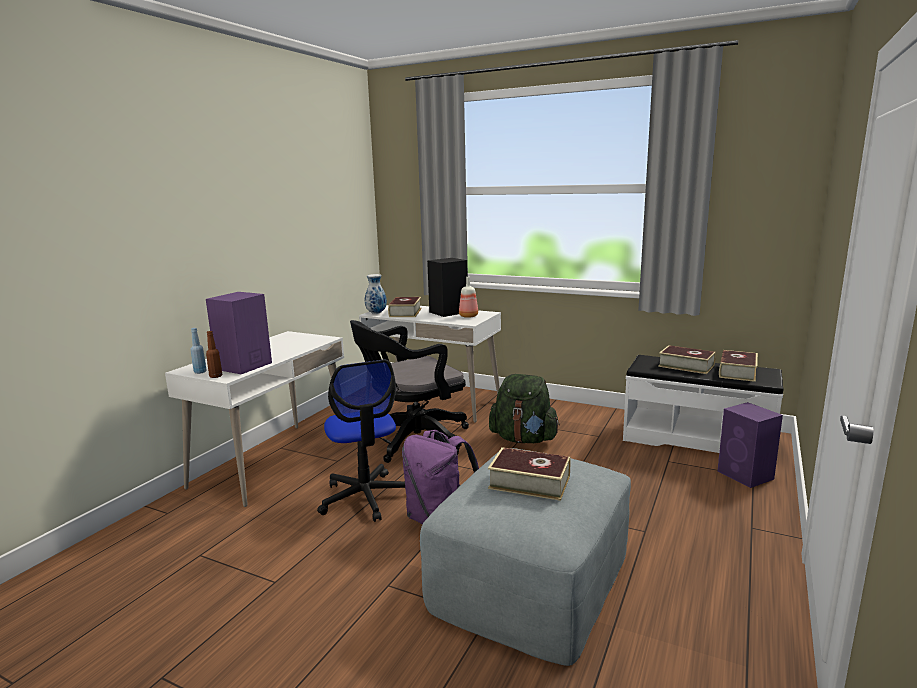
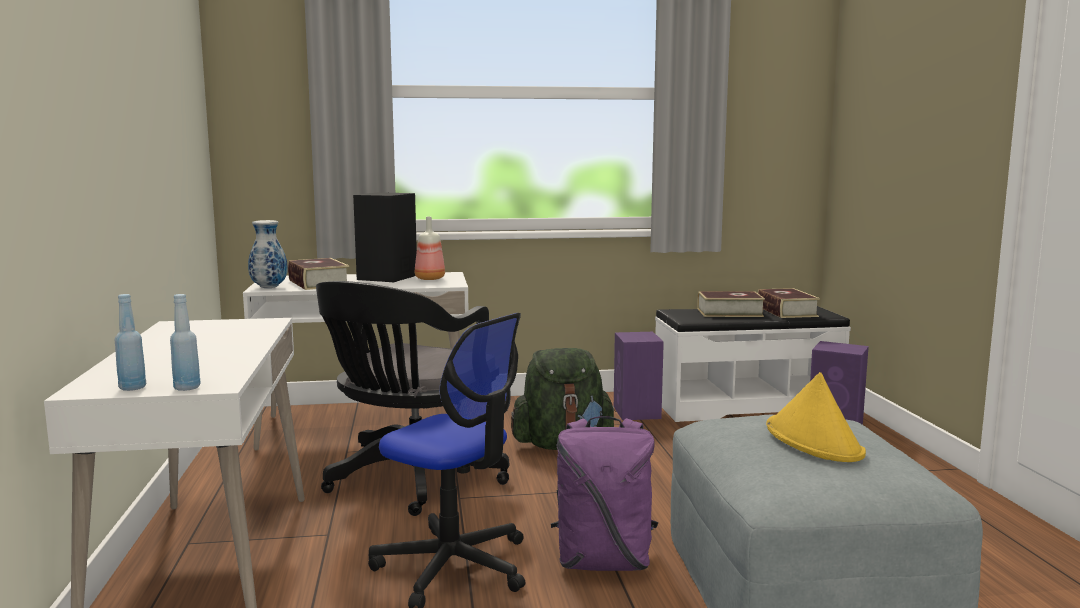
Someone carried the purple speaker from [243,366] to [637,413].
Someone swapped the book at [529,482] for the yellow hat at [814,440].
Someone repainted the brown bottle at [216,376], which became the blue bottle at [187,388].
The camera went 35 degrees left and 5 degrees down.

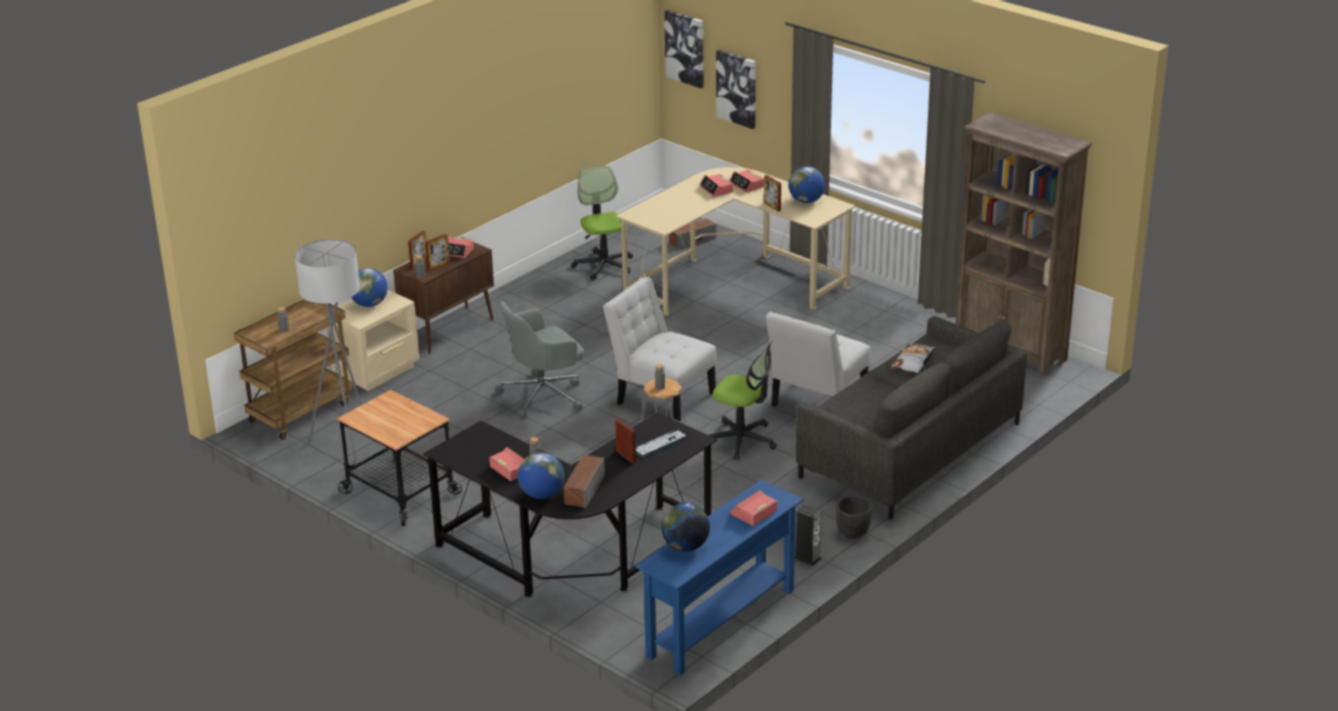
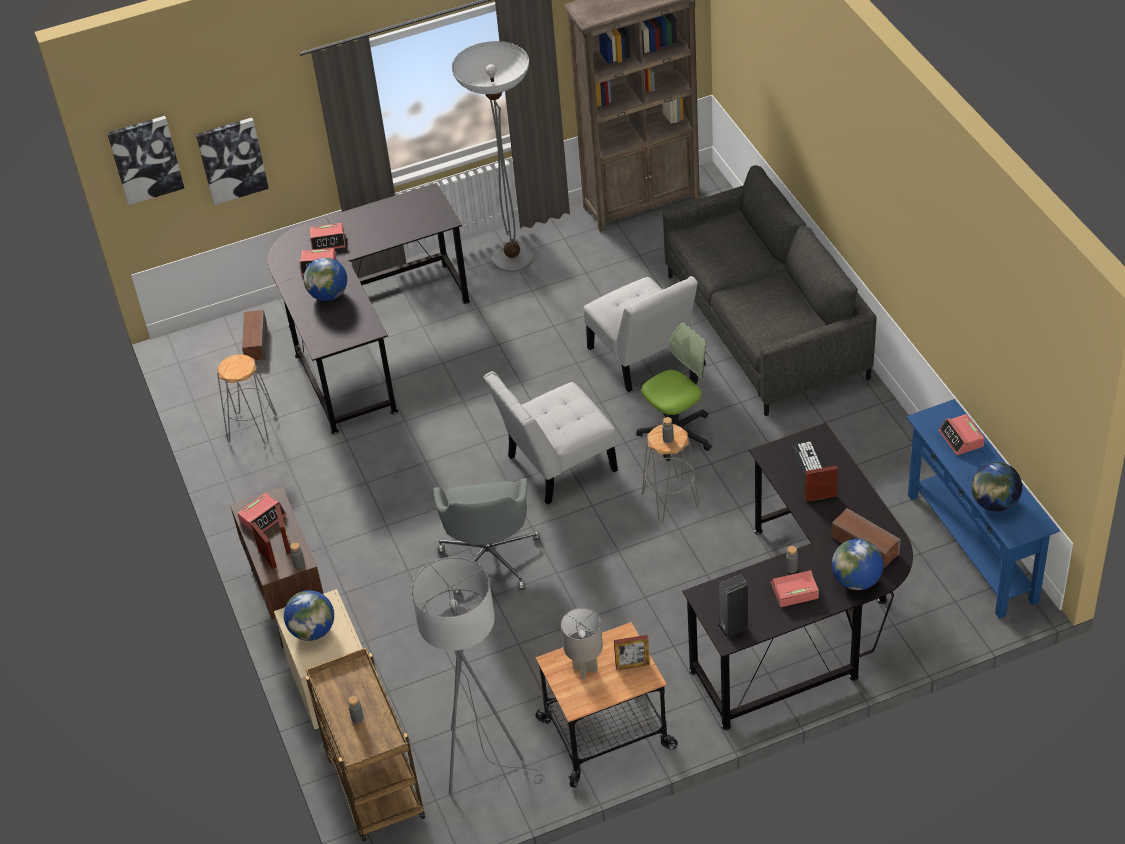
Someone took away the black planter at [852,533].
Someone took away the pillow at [913,362].
Someone put down the floor lamp at [512,258].
Someone put down the grey table lamp at [585,669].
Someone carried the picture frame from [772,206] to [632,665].
Someone carried the globe from [806,201] to [328,295].
Someone carried the speaker from [807,558] to [733,626].
Someone swapped the office chair at [604,266] for the grey stool at [252,428].
Someone repainted the beige desk at [733,280], which became the black desk at [365,339].
The camera went 60 degrees left and 15 degrees up.

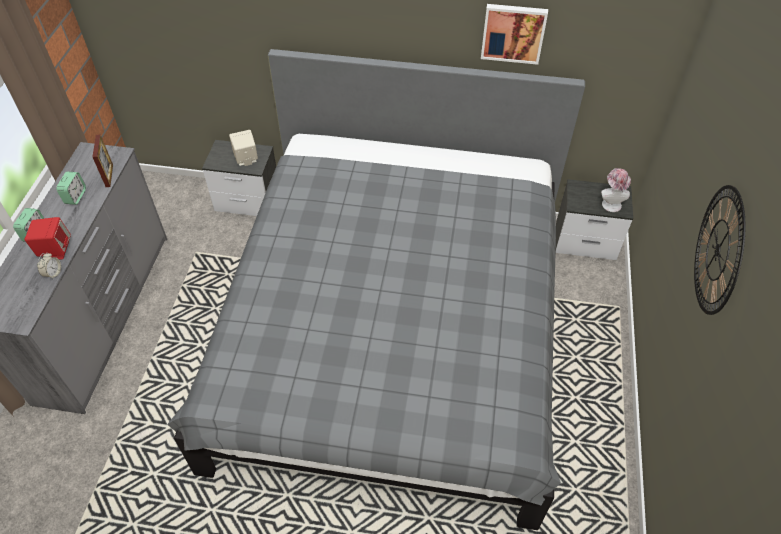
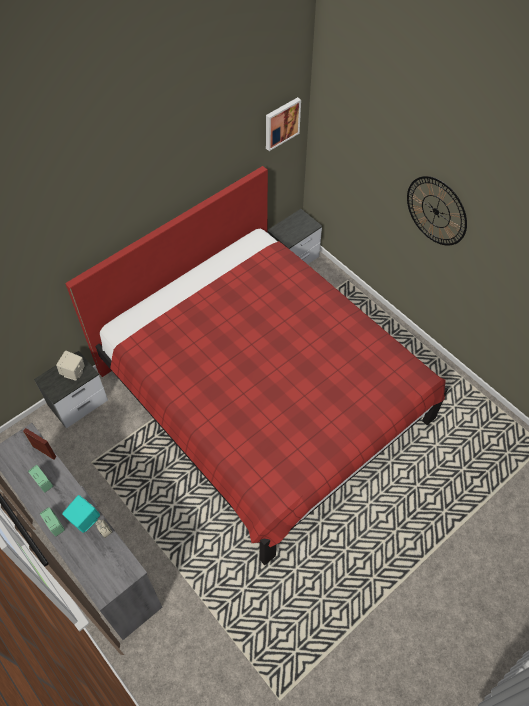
Someone took away the hat at [610,203].
Someone carried the picture from [513,32] to [281,123].
Someone repainted the red speaker at [55,250], which became the turquoise speaker at [84,520].
Someone repainted the grey bed at [392,334], which became the red bed at [264,396].
The camera went 50 degrees left and 5 degrees up.

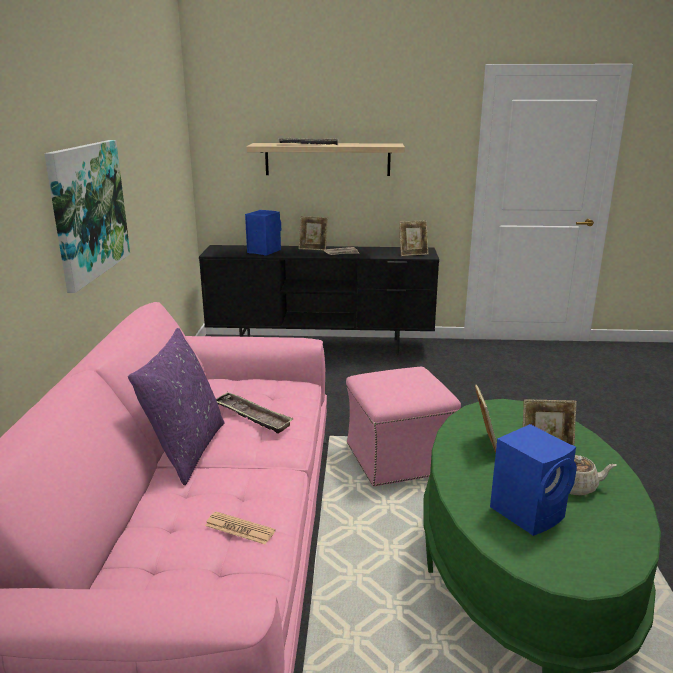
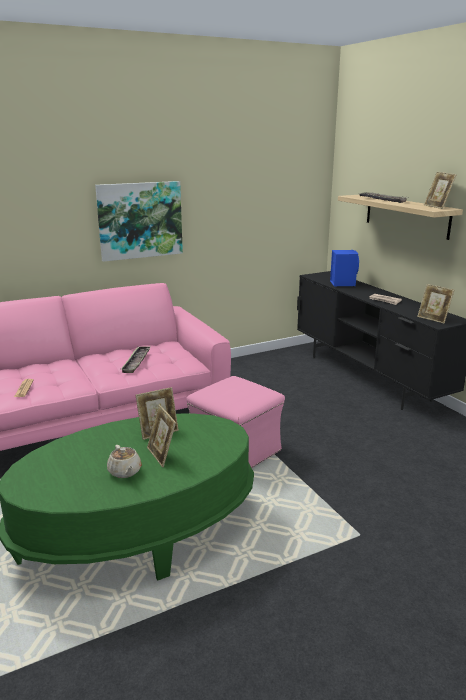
Someone took away the purple pillow at [186,450].
Someone took away the blue speaker at [529,512].
Someone carried the picture frame from [313,248] to [437,207].
The camera went 60 degrees right and 0 degrees up.

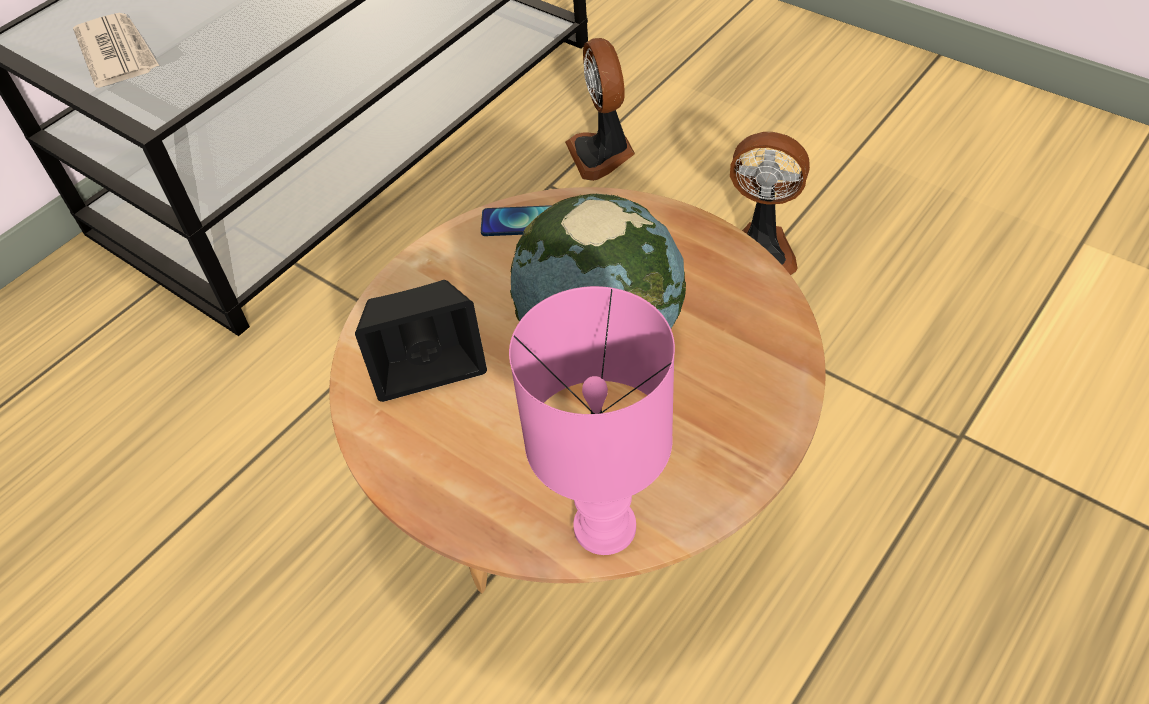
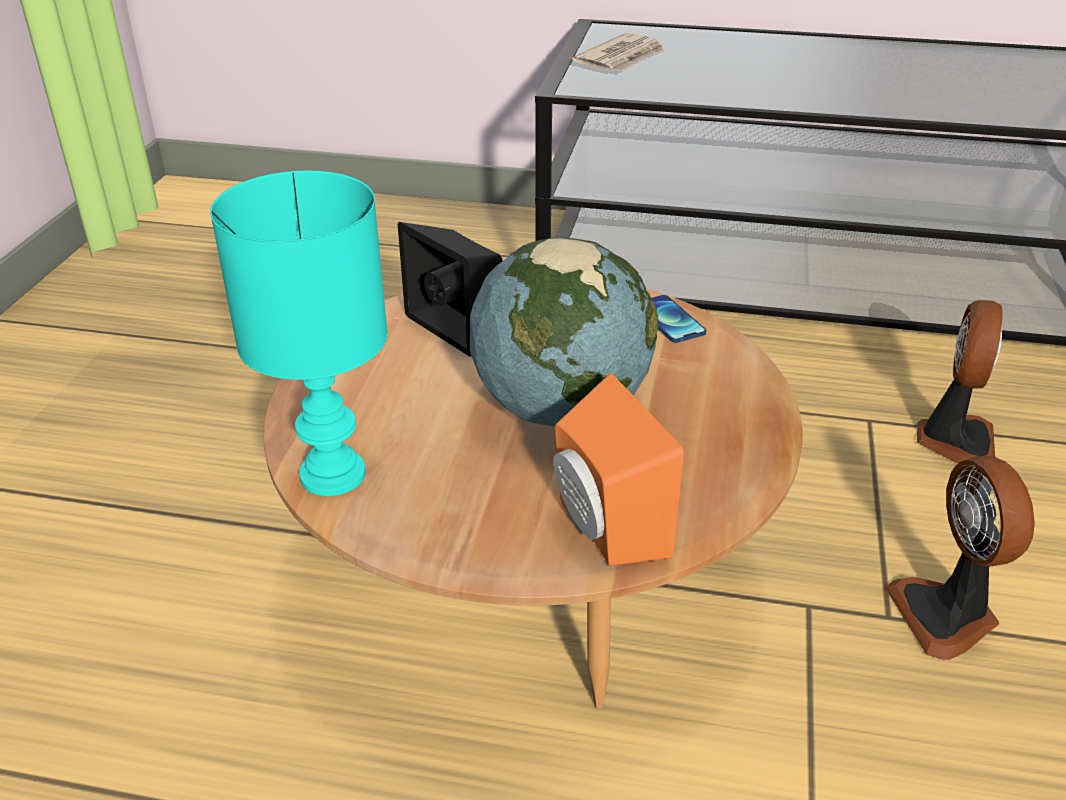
Someone put down the orange speaker at [602,528].
Someone repainted the pink table lamp at [602,525], which became the turquoise table lamp at [334,473].
Someone rotated the fan at [602,154] by 150 degrees clockwise.
The camera went 60 degrees right and 15 degrees down.

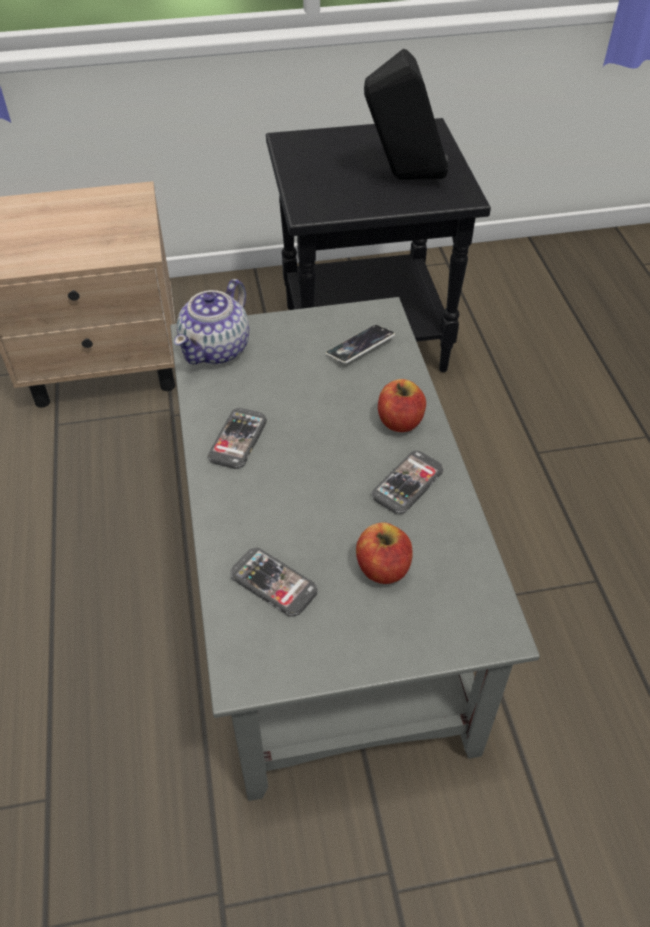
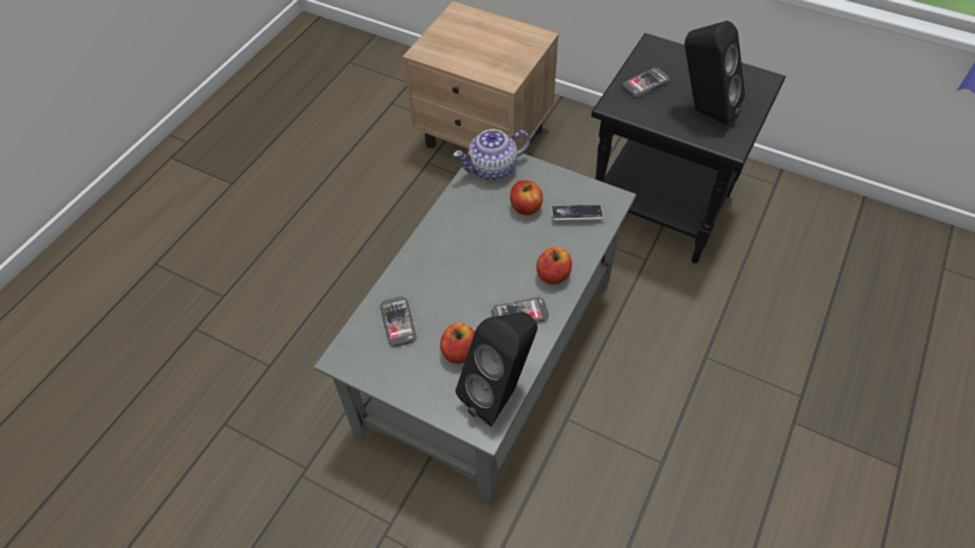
Someone put down the black speaker at [500,393].
Someone put down the apple at [525,207].
Someone carried the phone from [238,440] to [645,84].
The camera went 40 degrees right and 5 degrees up.

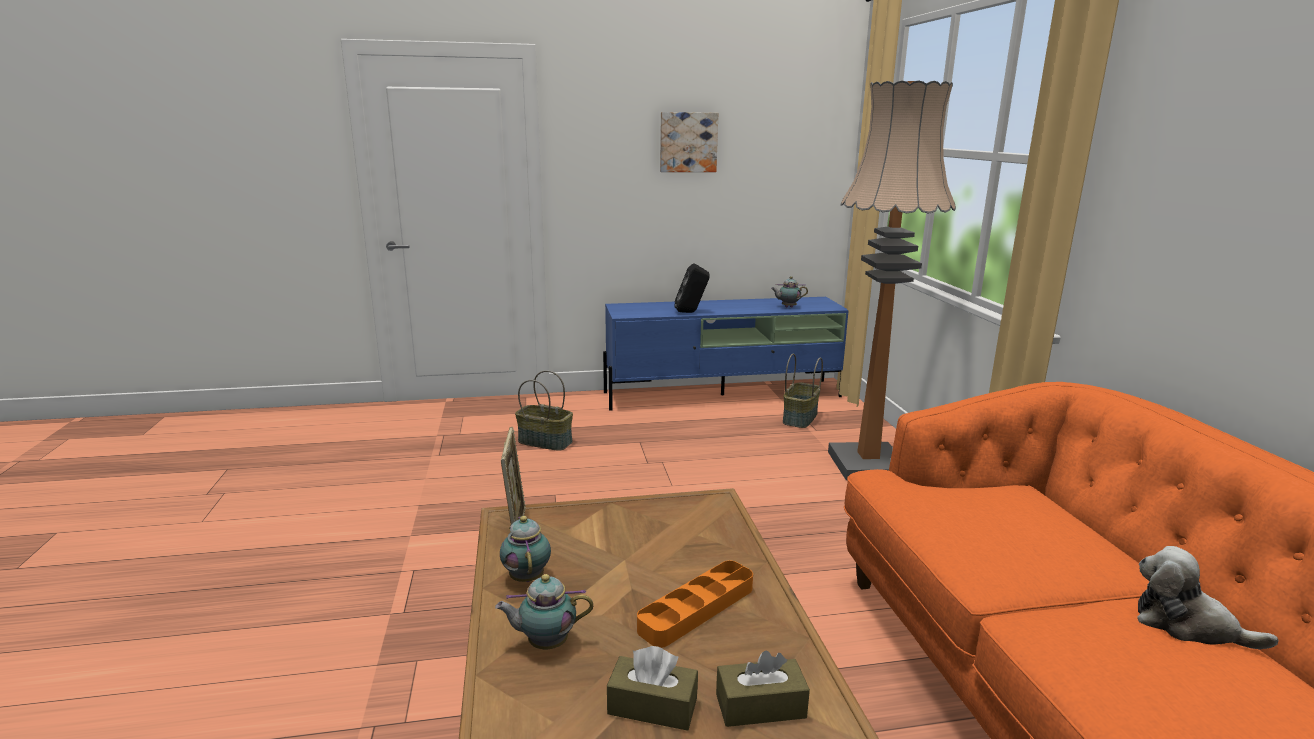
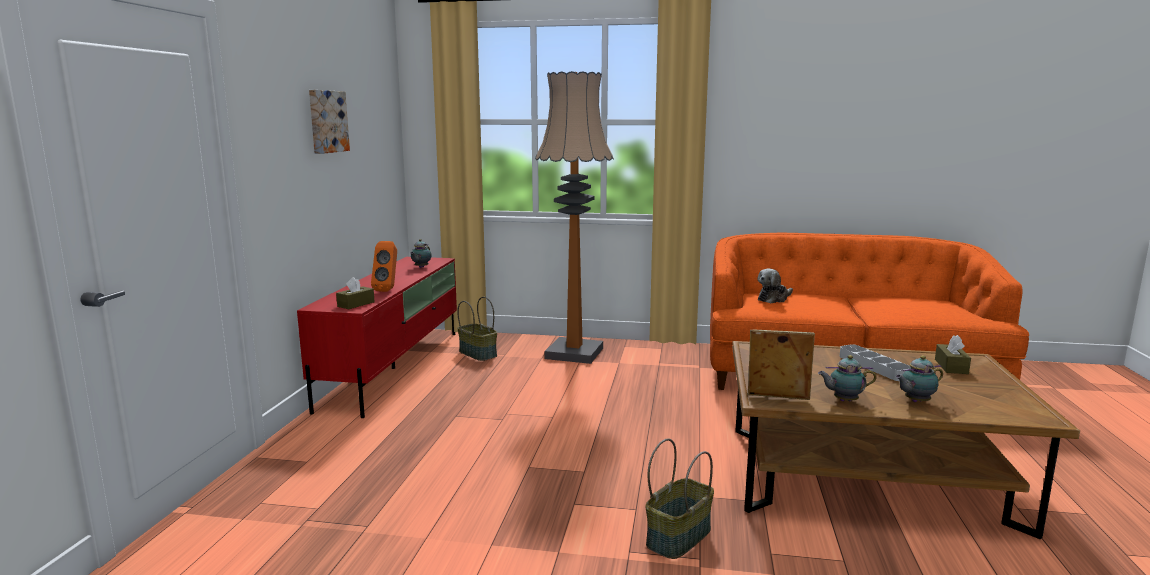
Someone carried the basket from [546,441] to [678,536].
Someone carried the brown tissue box from [652,706] to [356,304].
Someone carried the plush toy from [1187,626] to [773,299].
Someone repainted the blue tv stand at [724,394], which became the red tv stand at [394,367].
Someone repainted the orange tray at [697,608], which became the grey tray at [874,366].
Someone repainted the black speaker at [691,312], which became the orange speaker at [388,290].
Someone rotated the teapot at [545,643] by 60 degrees clockwise.
The camera went 70 degrees left and 5 degrees down.

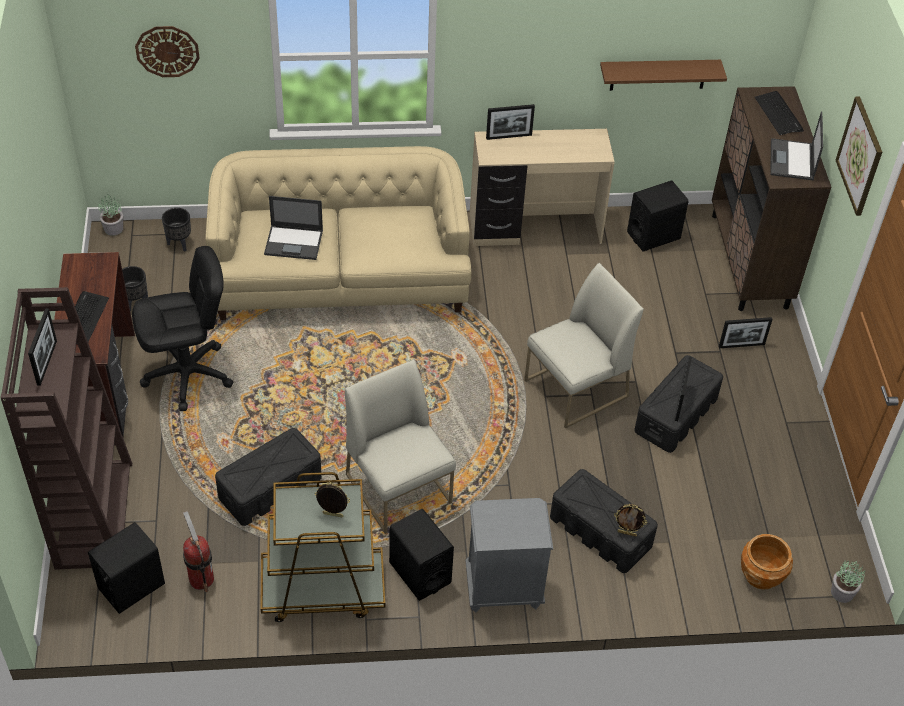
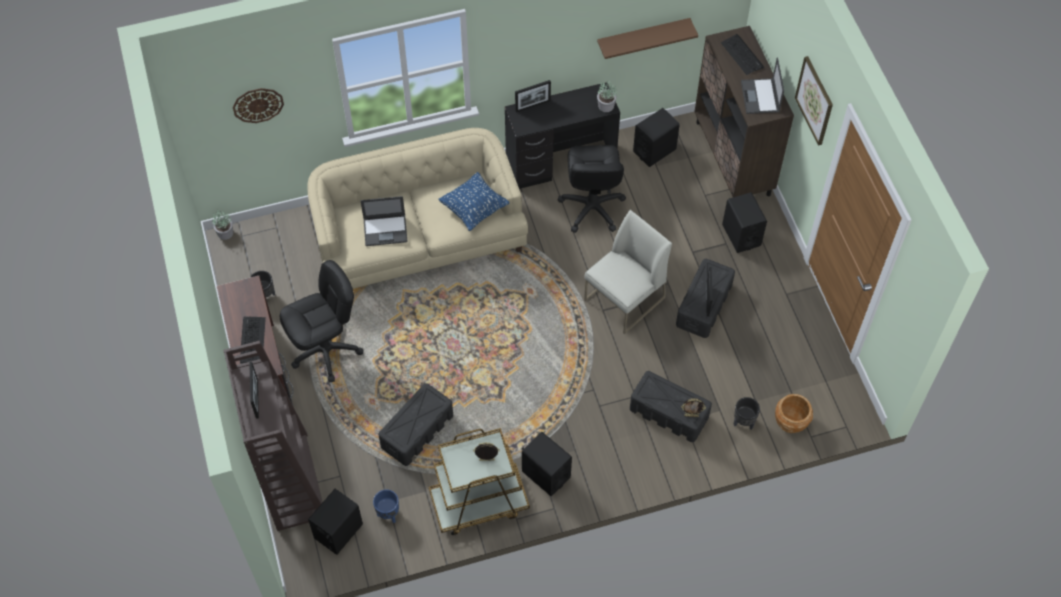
Someone took away the white chair at [399,489].
Someone took away the grey nightstand at [503,589].
Someone put down the blue pillow at [474,209].
Someone put down the black office chair at [591,208].
Someone carried the black planter from [180,243] to [743,422].
Someone carried the potted plant from [841,593] to [605,106].
Someone swapped the fire extinguisher at [201,579] for the blue planter at [388,514].
Someone swapped the picture frame at [741,345] for the black speaker at [741,235].
Someone repainted the beige desk at [535,230], which became the black desk at [561,164].
The camera went 10 degrees left and 10 degrees up.

